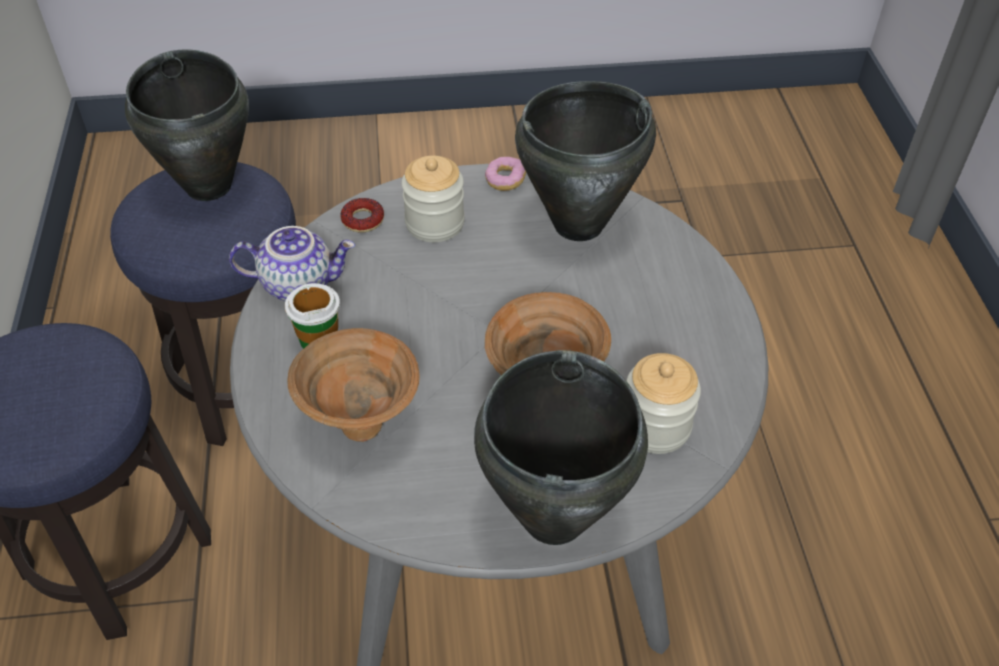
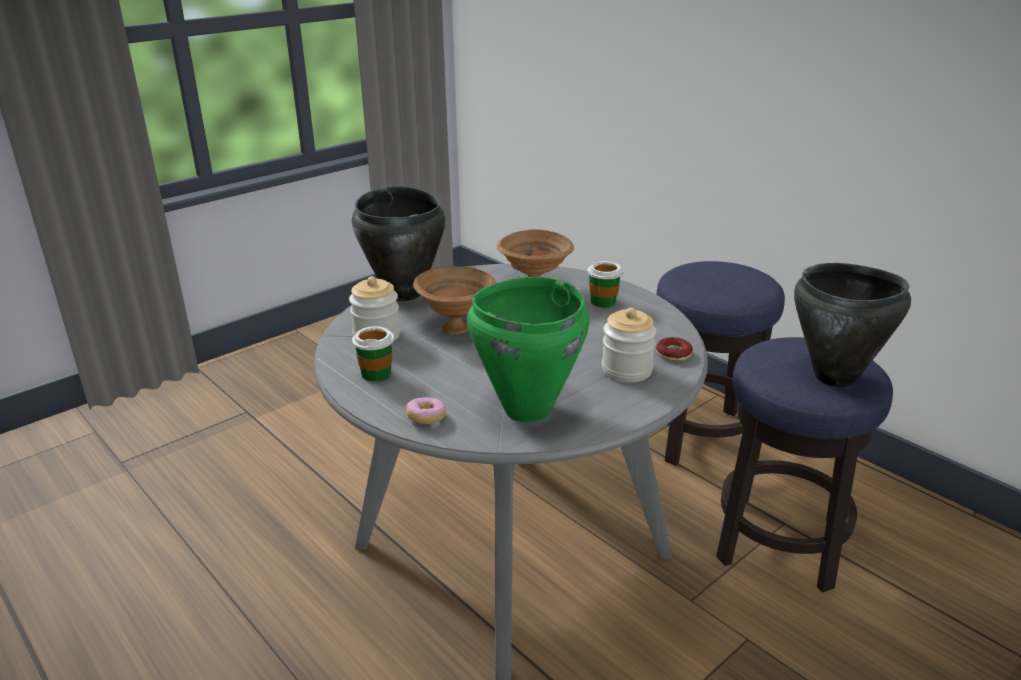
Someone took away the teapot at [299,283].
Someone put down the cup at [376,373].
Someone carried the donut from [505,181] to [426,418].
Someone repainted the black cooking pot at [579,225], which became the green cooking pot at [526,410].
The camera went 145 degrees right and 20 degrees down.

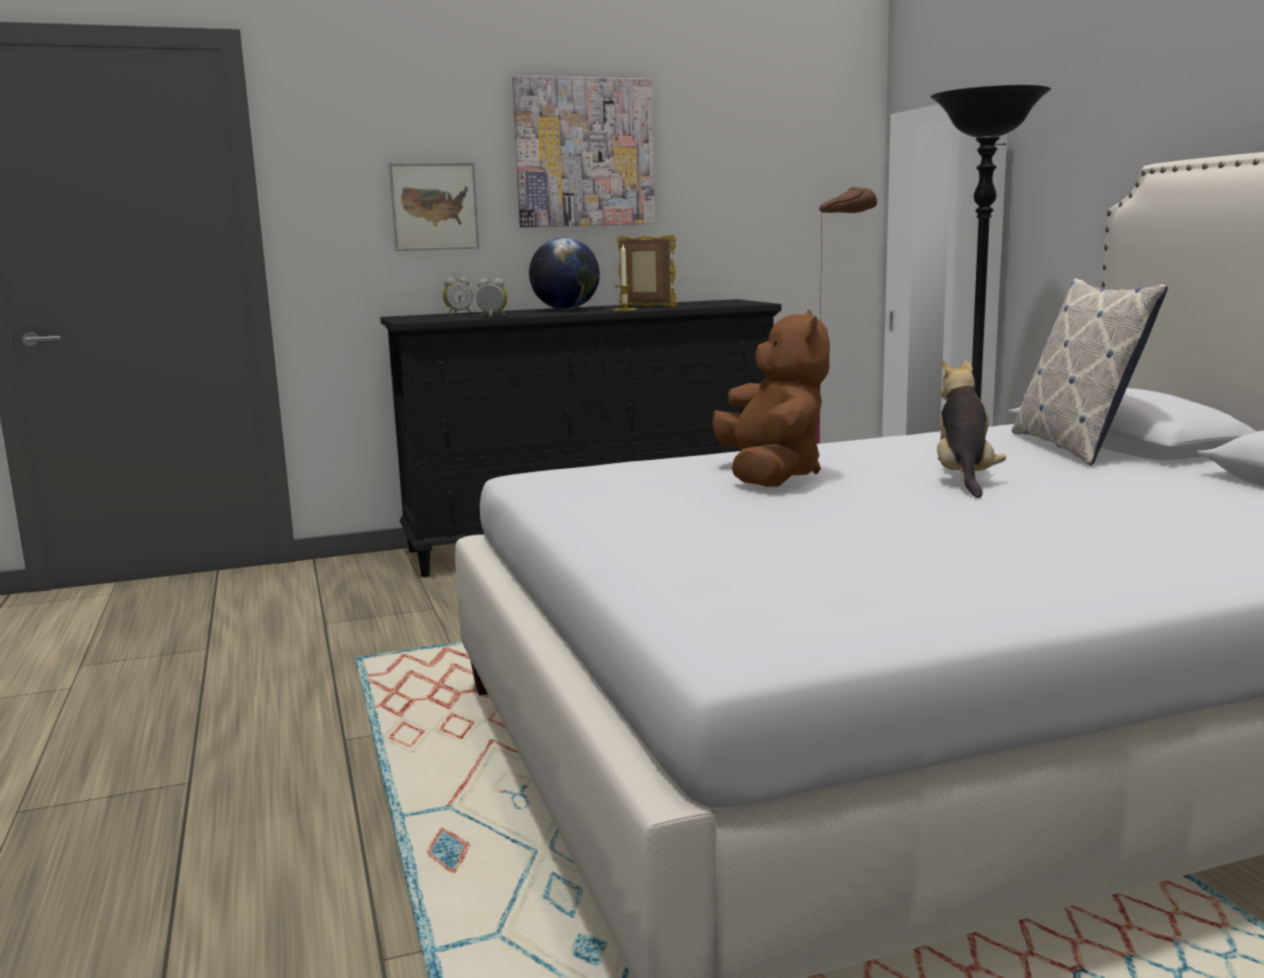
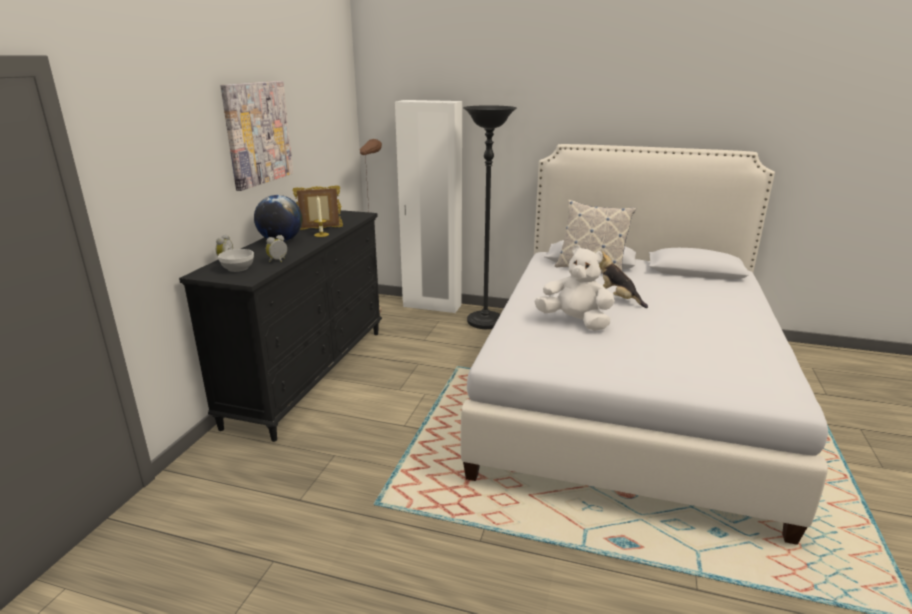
Someone took away the picture at [434,206].
Someone put down the bowl at [238,268].
Someone repainted the brown plush toy at [770,476], which became the white plush toy at [575,322].
The camera went 55 degrees left and 10 degrees up.

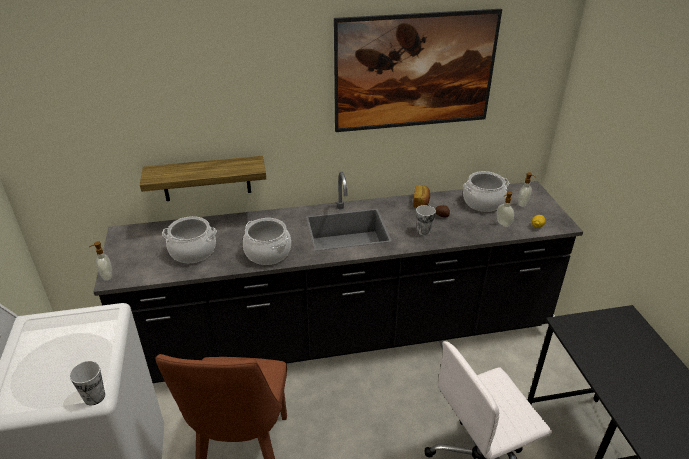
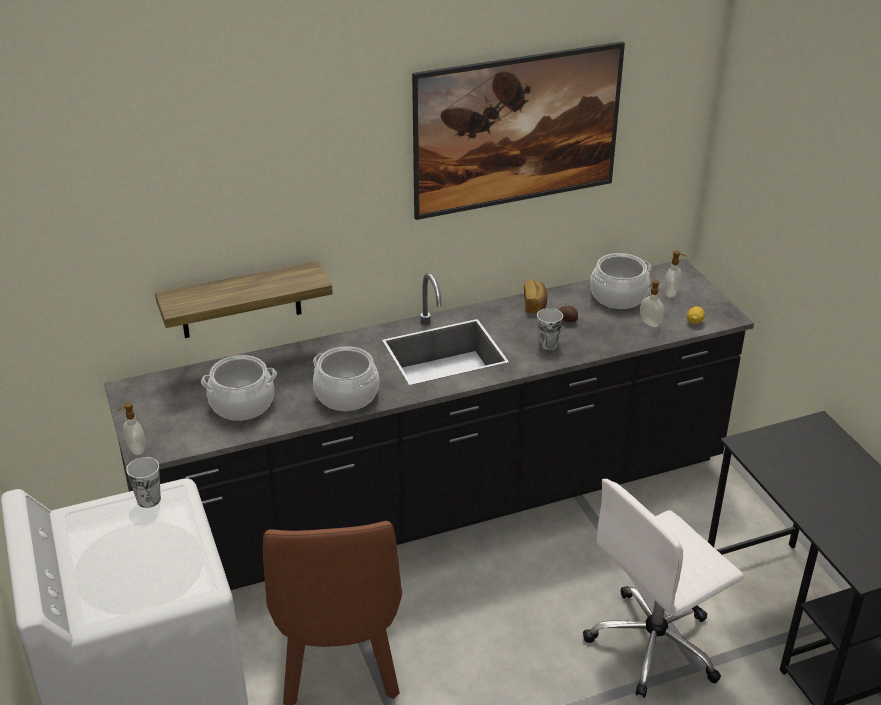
Someone carried the cup from [94,397] to [149,499].
The camera went 10 degrees left and 0 degrees up.

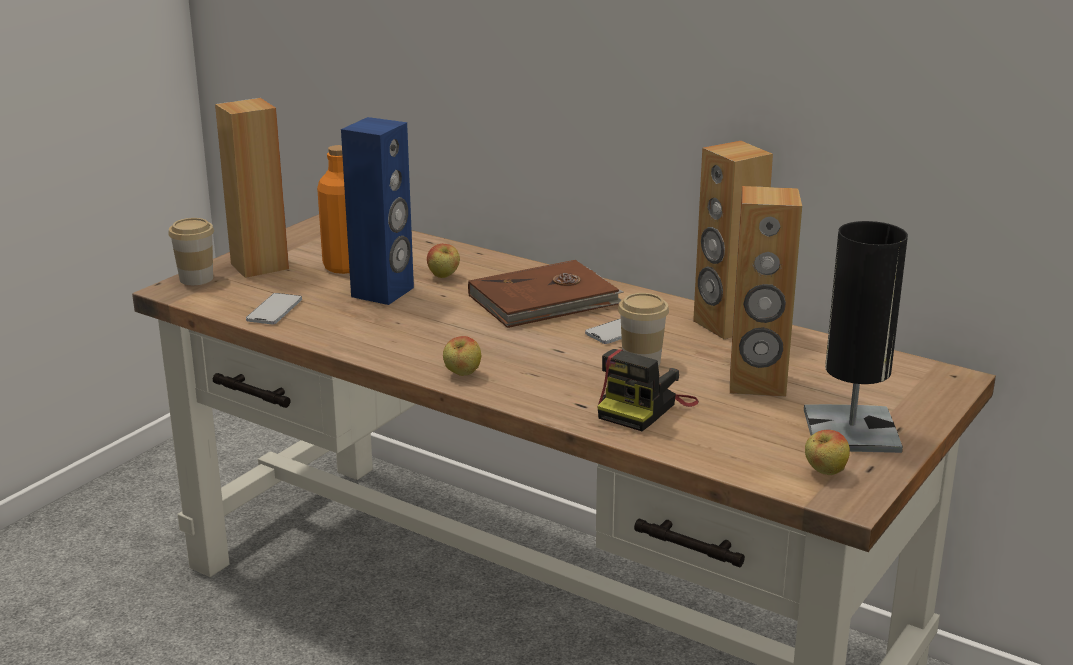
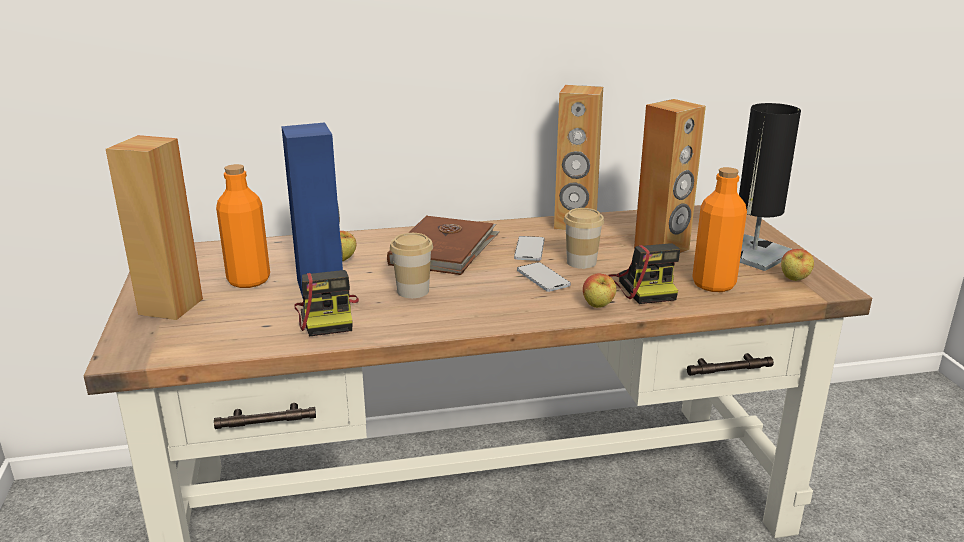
Someone put down the photo camera at [328,316].
Someone put down the orange bottle at [713,284].
Someone carried the cup from [196,279] to [413,291].
Someone carried the phone from [274,310] to [543,278].
Someone carried the apple from [462,374] to [598,306].
The camera went 45 degrees left and 0 degrees up.

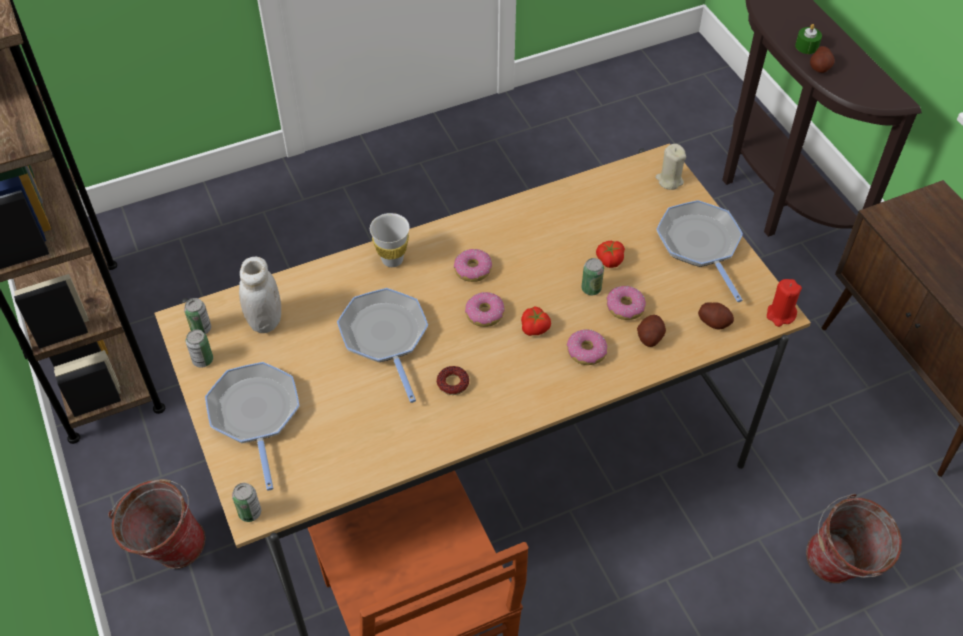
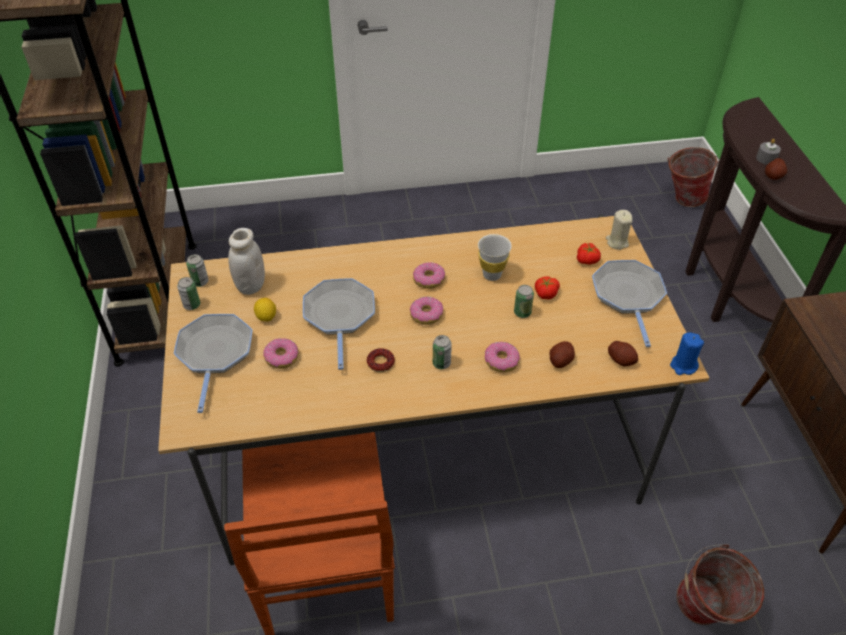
Someone put down the lemon at [266,317].
Someone carried the bucket from [167,549] to [682,199].
Someone carried the can from [250,512] to [441,363].
Someone carried the white cup from [392,259] to [492,275].
Someone carried the tomato from [535,328] to [587,260].
Someone carried the donut from [625,307] to [281,357].
Someone repainted the red candle at [780,315], which became the blue candle at [683,366].
Someone repainted the green candle at [806,46], which became the grey candle at [766,158].
The camera went 15 degrees right and 5 degrees down.

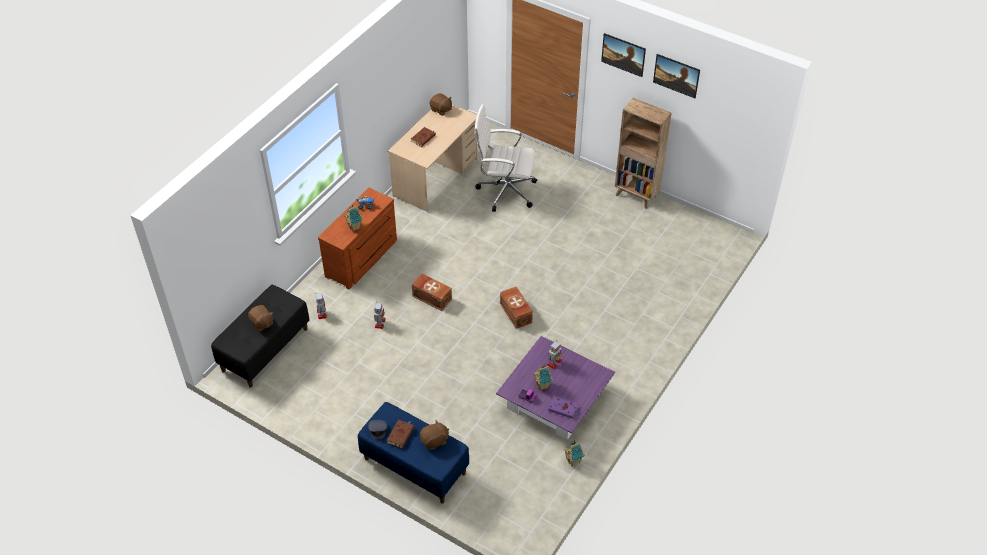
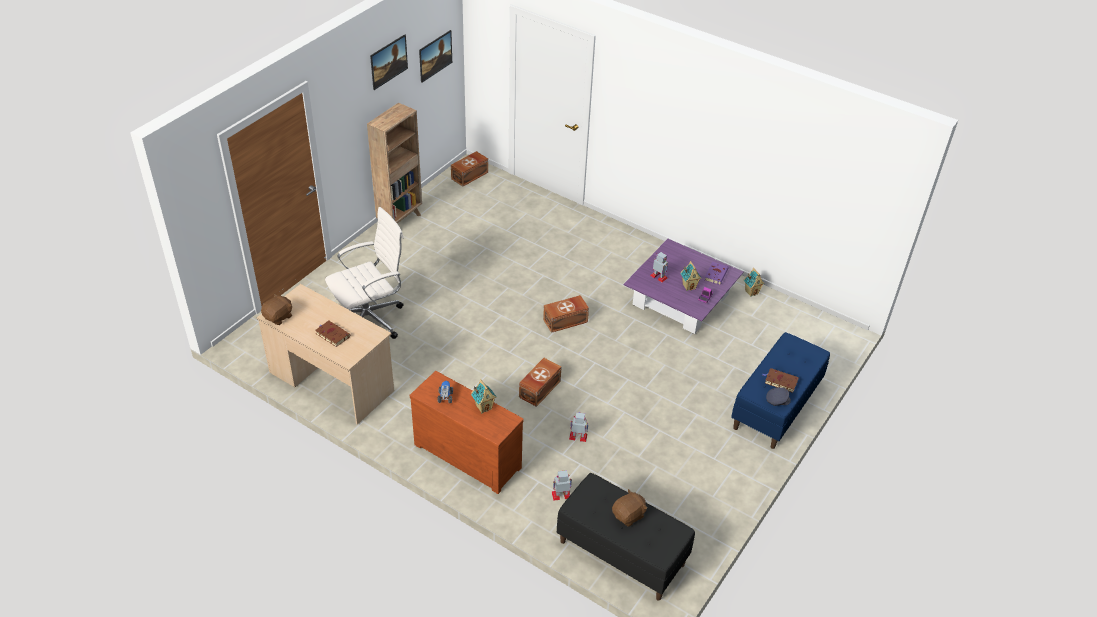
Someone took away the brown plush toy at [434,441].
Someone put down the brown storage box at [470,175].
Someone carried the picture from [622,61] to [436,64].
Someone rotated the white office chair at [505,191] by 135 degrees counterclockwise.
The camera went 90 degrees left and 5 degrees down.

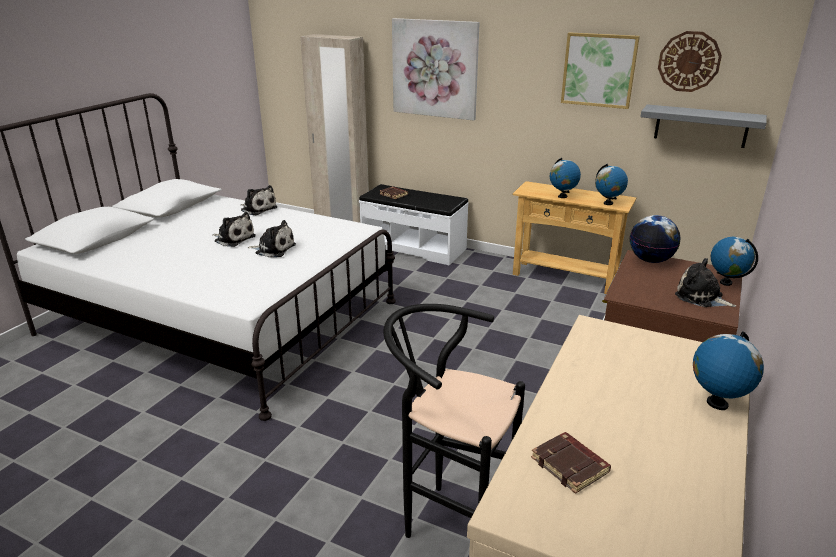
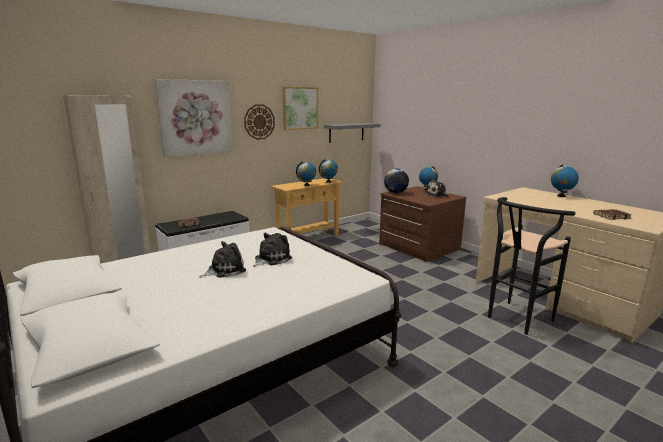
Someone took away the plush toy at [258,209].
Someone carried the wall clock from [689,61] to [259,122].
The camera went 65 degrees left and 10 degrees down.

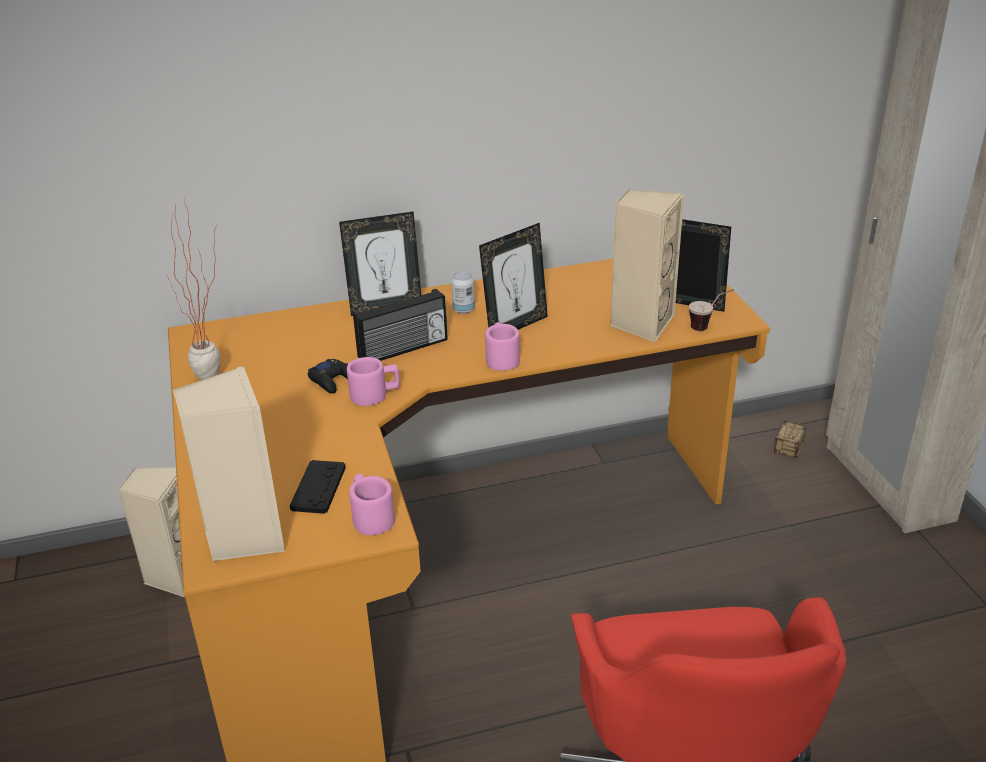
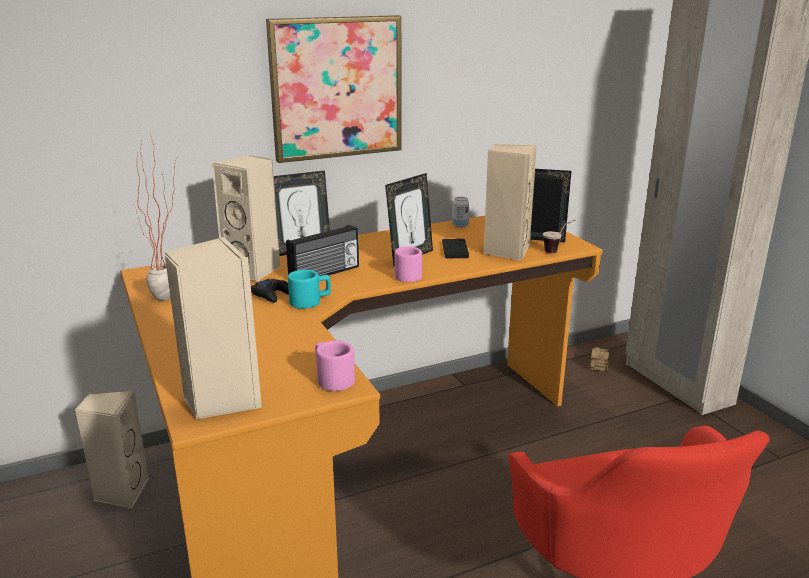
Someone put down the beige speaker at [254,270].
Someone put up the picture at [336,88].
Someone carried the black game controller from [318,488] to [455,249].
Someone carried the can from [464,309] to [460,225].
Someone repainted the pink mug at [375,395], which became the turquoise mug at [310,301].
The camera went 10 degrees left and 10 degrees down.

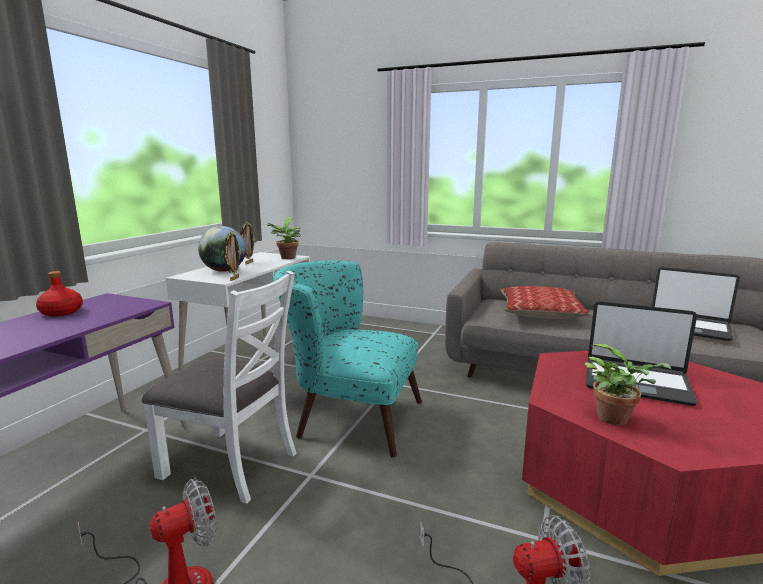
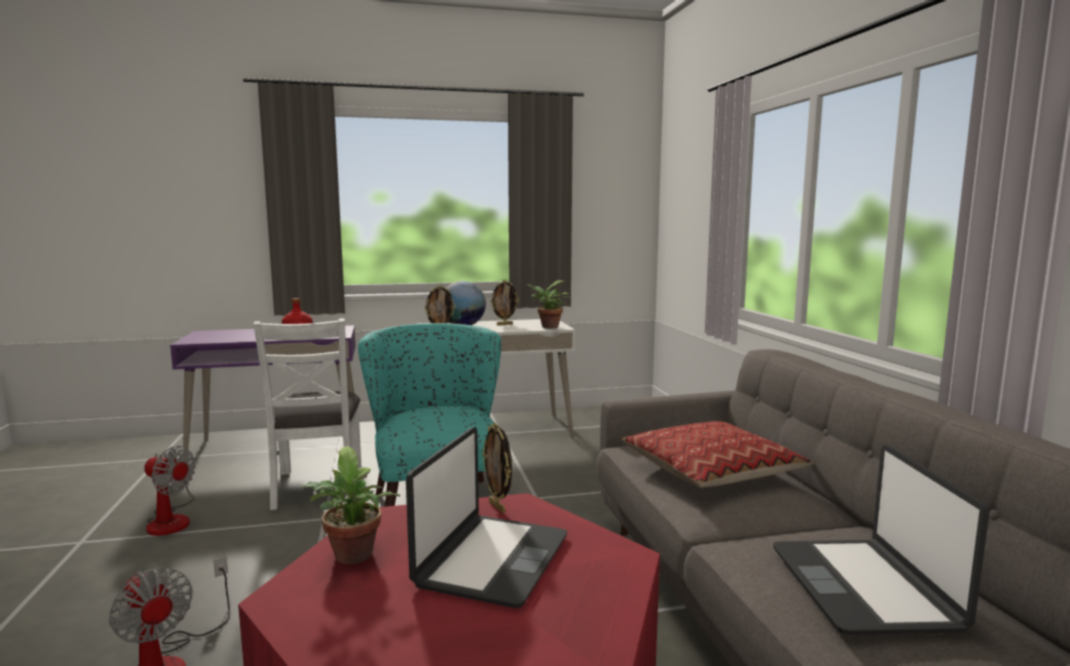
Someone put down the picture frame at [498,507].
Someone rotated the laptop at [636,382] by 150 degrees counterclockwise.
The camera went 55 degrees right and 5 degrees down.

